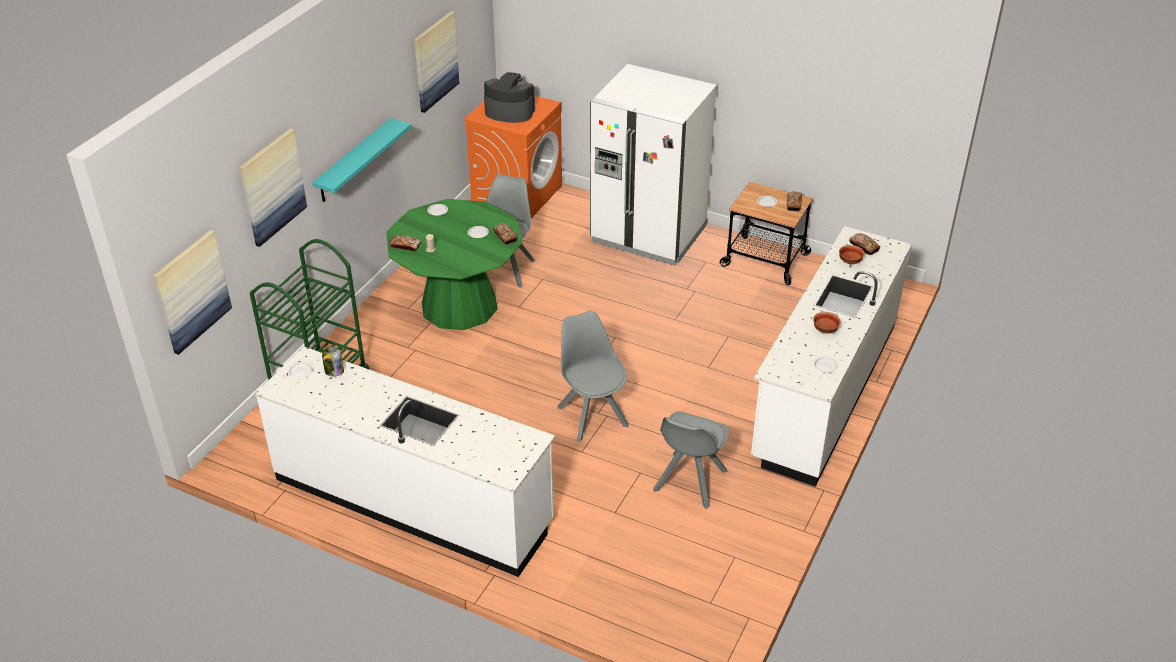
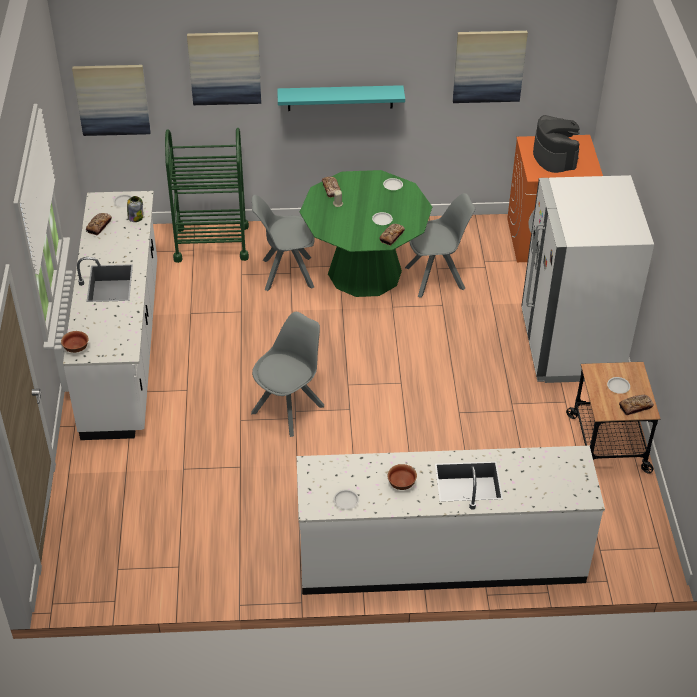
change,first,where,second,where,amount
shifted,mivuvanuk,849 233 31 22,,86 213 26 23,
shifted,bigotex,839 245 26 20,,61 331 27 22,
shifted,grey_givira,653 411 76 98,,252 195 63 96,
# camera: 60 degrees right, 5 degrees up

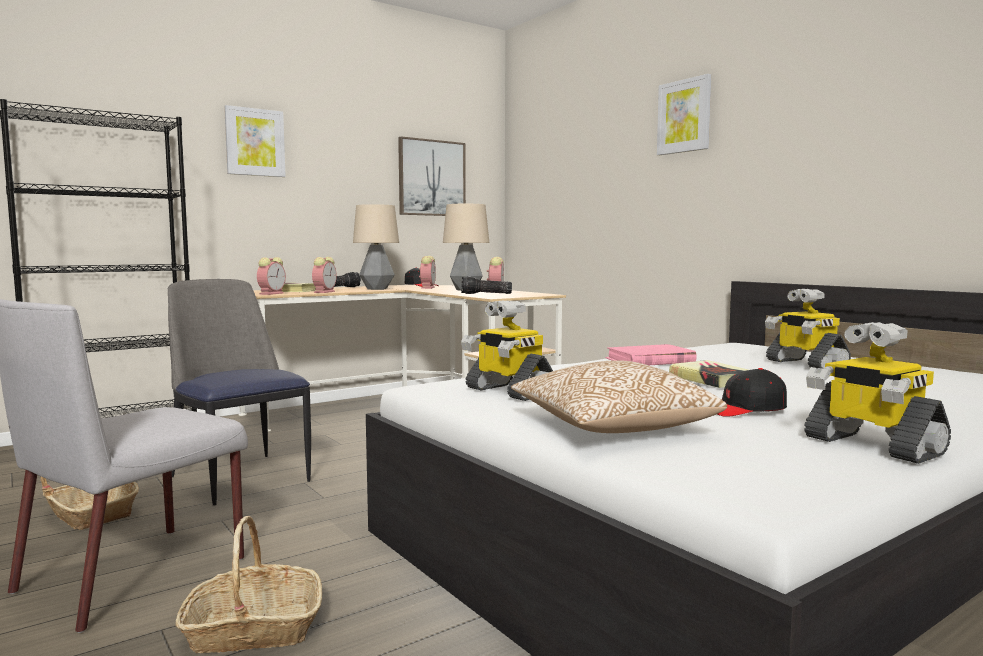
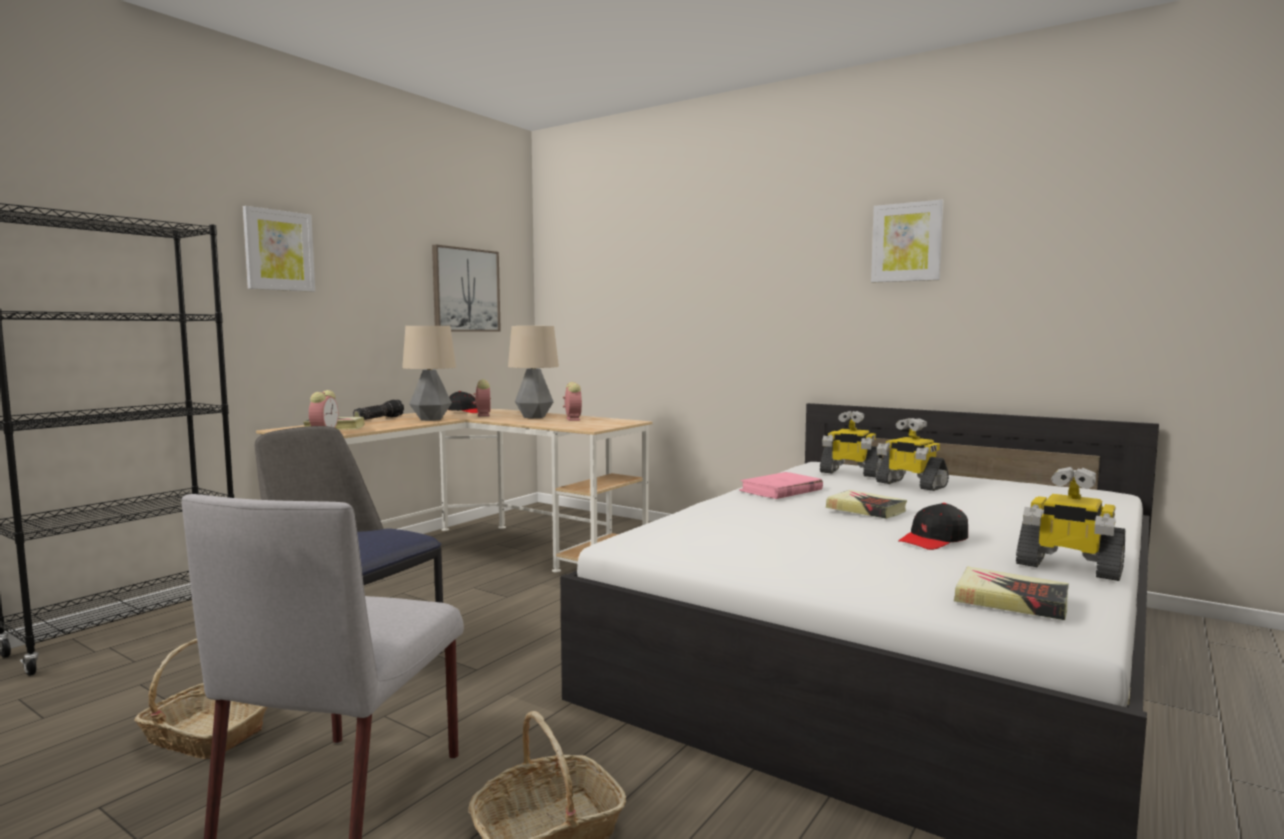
change,first,where,second,where,amount
shifted,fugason,657 74 54 81,,871 200 73 82,
gone,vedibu,312 257 25 36,,,
gone,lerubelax,461 276 51 18,,,
shifted,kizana,461 300 92 101,,820 411 63 66,
gone,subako,511 360 216 73,,,
new,,,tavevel,954 566 115 54,
# camera: 20 degrees left, 0 degrees up

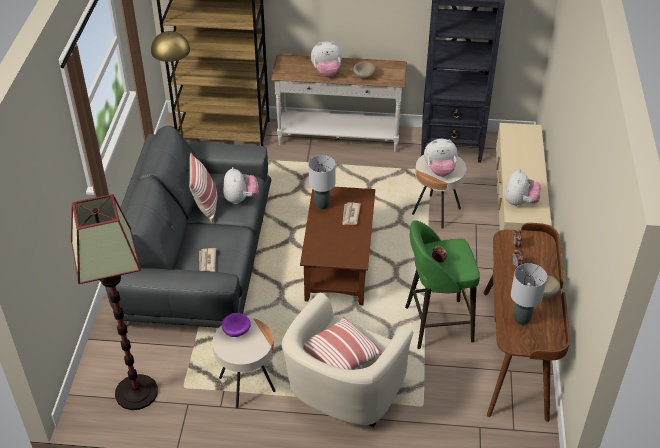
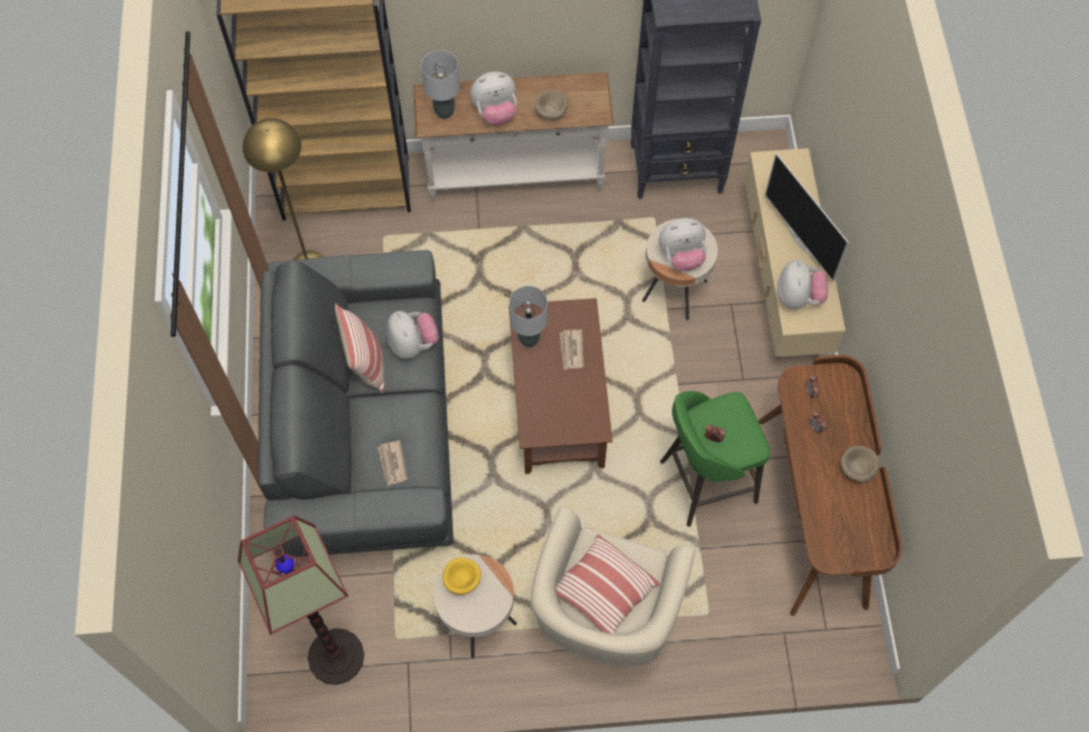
change,first,where,second,where,amount
shifted,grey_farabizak,511 263 36 62,,421 50 39 69,
repainted,purple_bigotex,222 313 29 24,yellow_bigotex,443 557 38 38,
new,,,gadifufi,765 153 84 129,
# camera: 10 degrees left, 20 degrees up

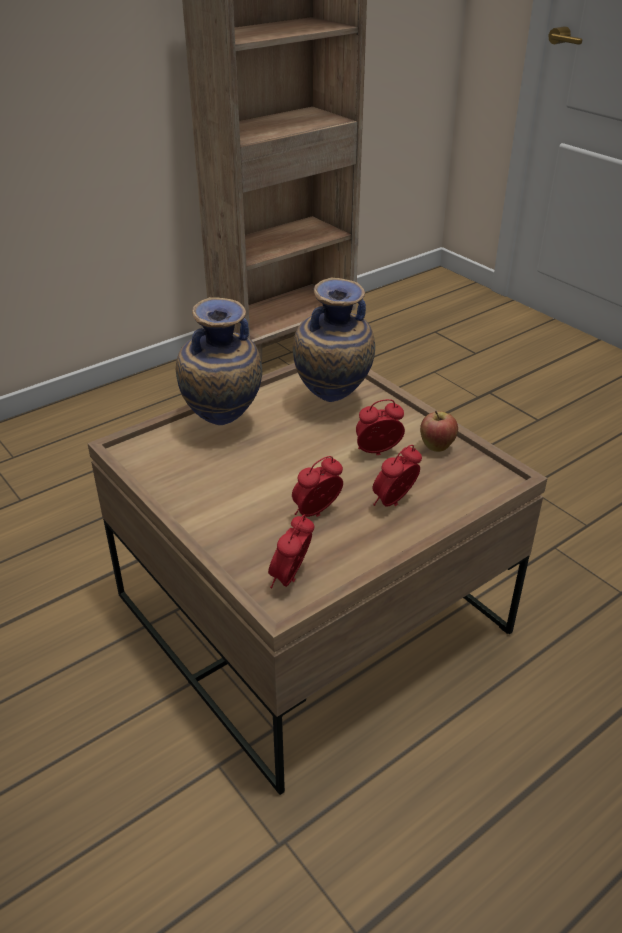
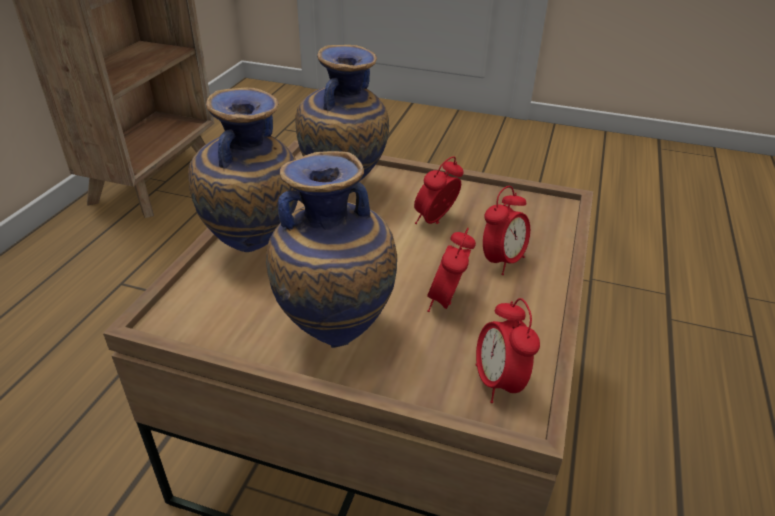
change,first,where,second,where,amount
gone,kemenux,420 411 38 41,,,
rotated,vedibu,372 445 50 62,,483 186 47 89,150 degrees counterclockwise
new,,,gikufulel,266 151 131 197,
# camera: 35 degrees left, 0 degrees up

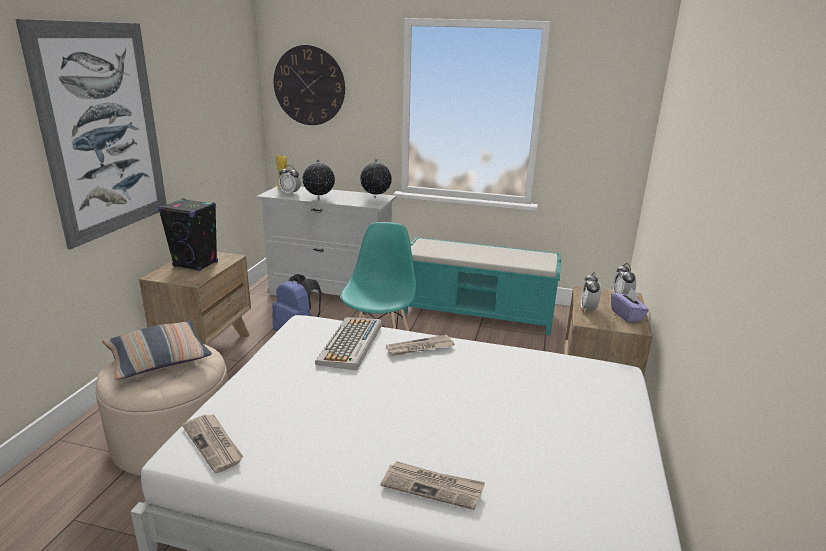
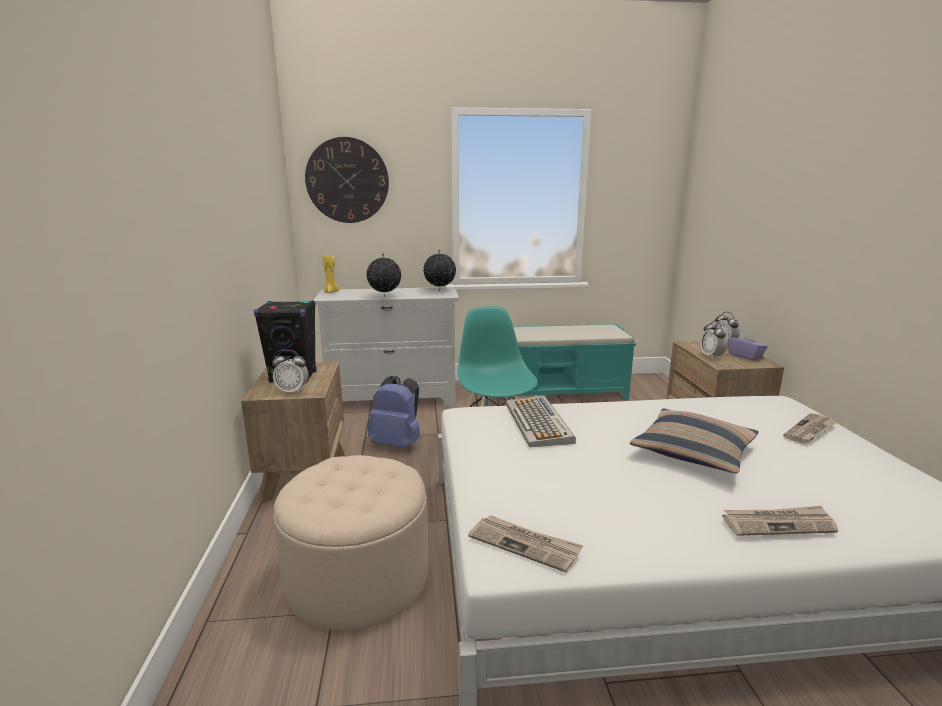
change,first,where,second,where,amount
gone,fugason,15 19 152 230,,,
shifted,vedibu,279 165 22 30,,272 350 36 44,
shifted,subako,103 320 109 60,,630 409 129 64,
shifted,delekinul,386 335 68 21,,783 413 54 31,
# camera: 20 degrees left, 5 degrees down

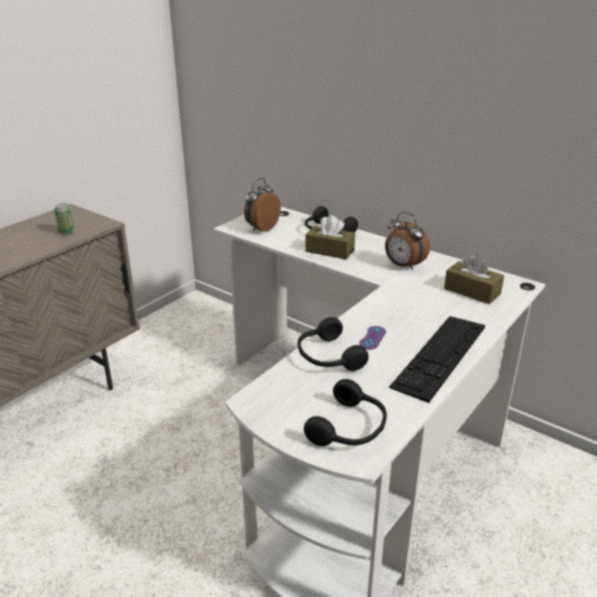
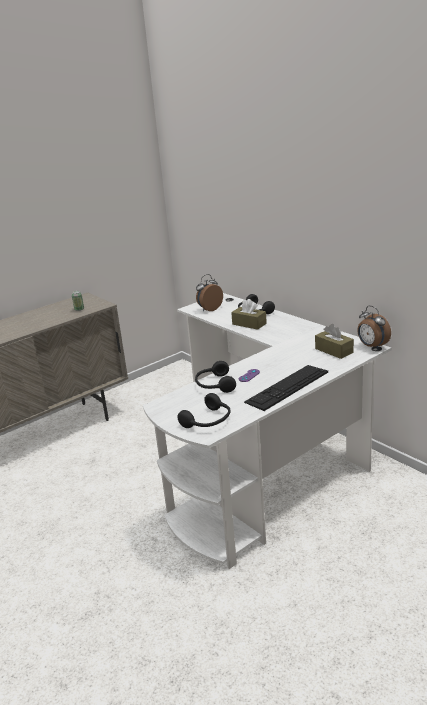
change,first,where,second,where,amount
shifted,vedibu,385 212 45 58,,357 305 34 45,
# camera: 15 degrees right, 5 degrees down

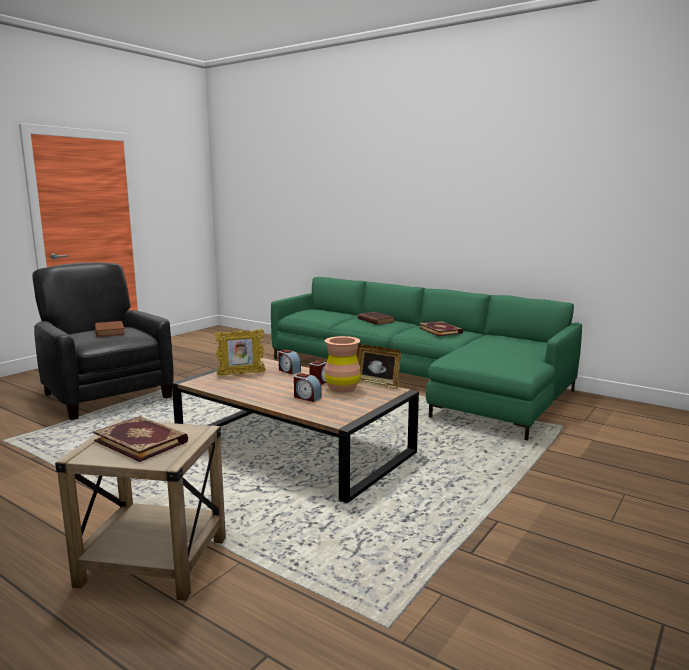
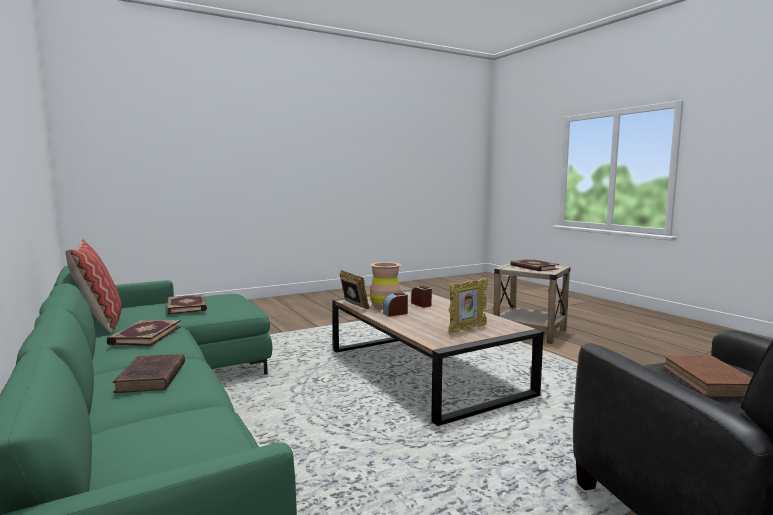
change,first,where,second,where,amount
rotated,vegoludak,215 329 50 47,,448 278 40 56,135 degrees clockwise
gone,vedibu,279 349 22 25,,,
new,,,subako,65 239 57 94,
new,,,tavevel,167 294 40 21,
# camera: 155 degrees left, 5 degrees down

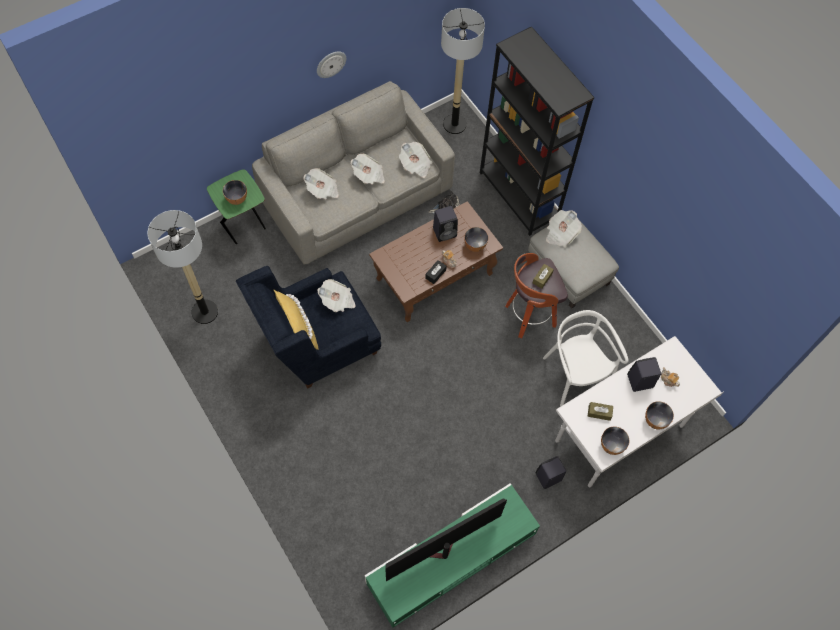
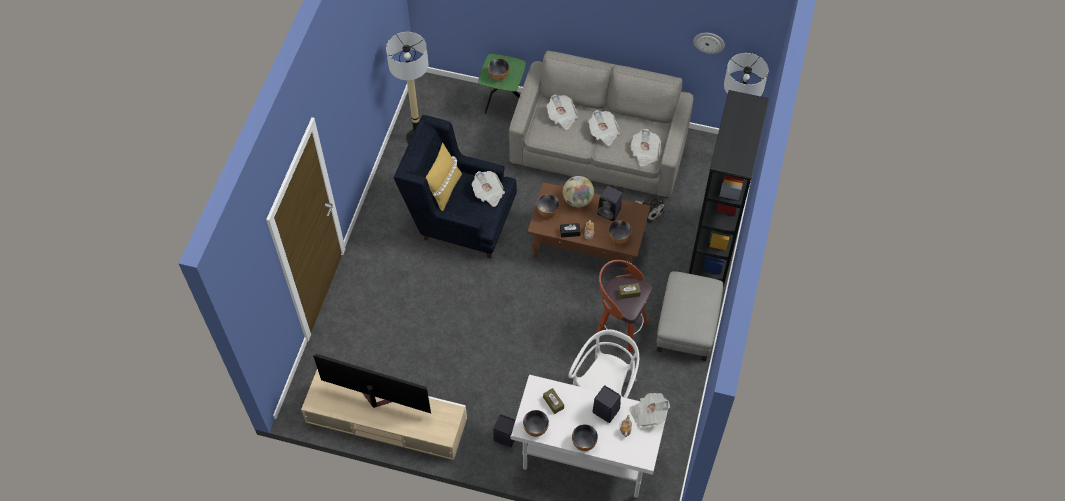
change,first,where,second,where,amount
shifted,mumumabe,317 51 29 27,,693 33 32 21,
shifted,delekinul,546 210 36 37,,629 393 41 34,
repainted,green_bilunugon,365 483 175 144,beige_bilunugon,301 369 166 91,
new,,,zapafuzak,563 176 31 31,
new,,,bigotex,537 194 22 24,
# camera: 50 degrees right, 5 degrees down

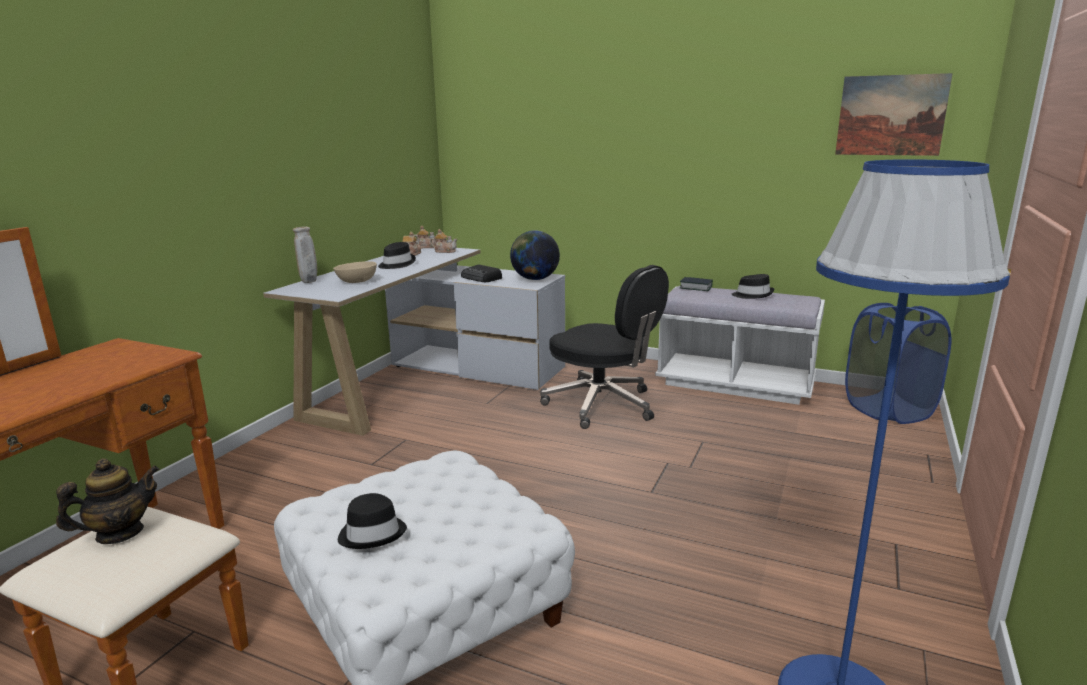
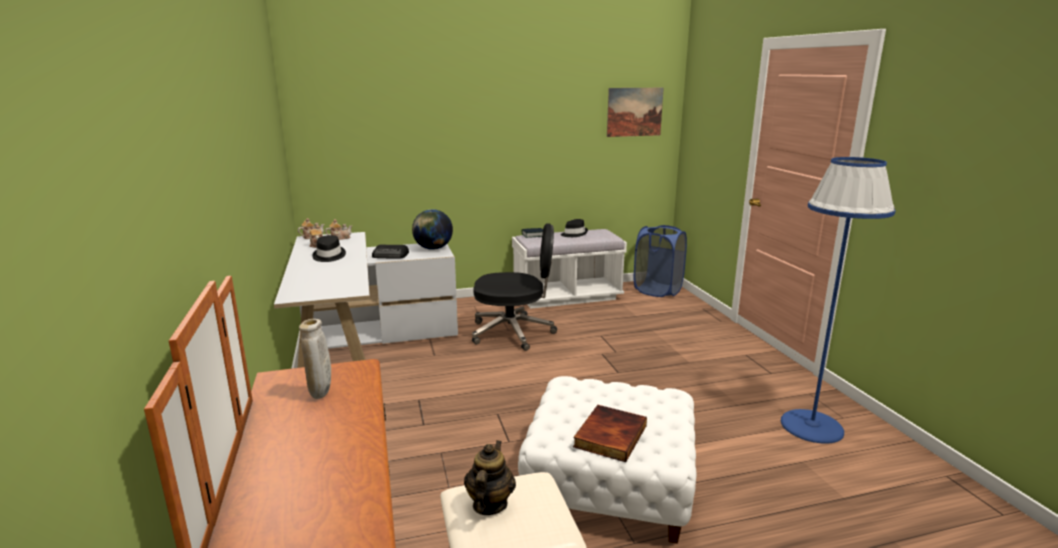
change,first,where,second,where,amount
shifted,beige_gikufulel,293 226 24 57,,299 319 32 80,
gone,beige_bigotex,333 261 44 22,,,
swapped,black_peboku,338 493 69 56,tavevel,573 405 74 57,
# camera: 40 degrees left, 0 degrees up

